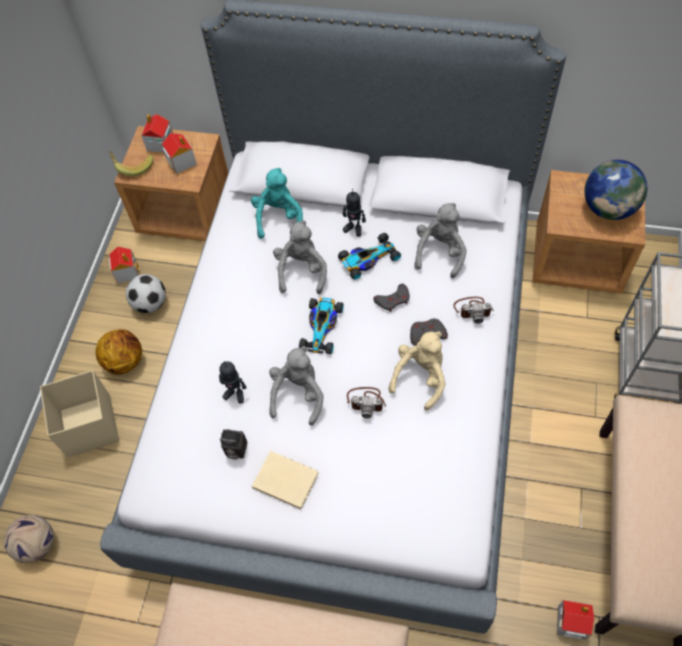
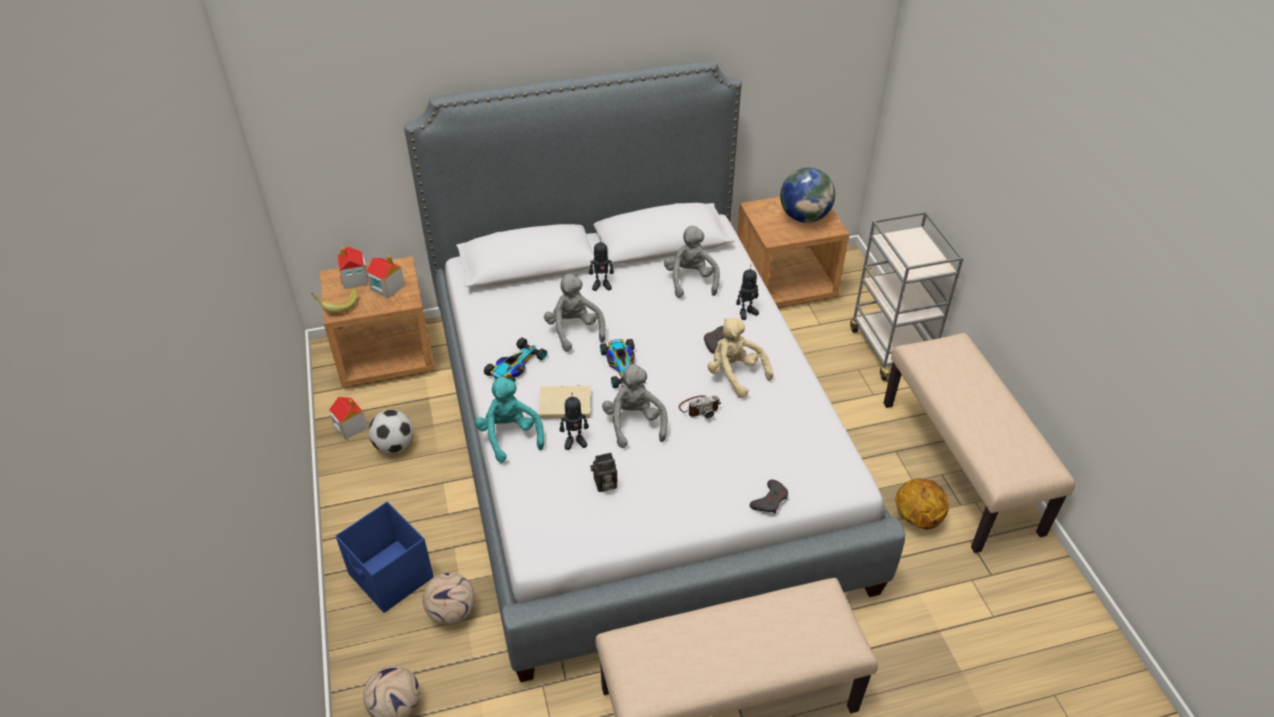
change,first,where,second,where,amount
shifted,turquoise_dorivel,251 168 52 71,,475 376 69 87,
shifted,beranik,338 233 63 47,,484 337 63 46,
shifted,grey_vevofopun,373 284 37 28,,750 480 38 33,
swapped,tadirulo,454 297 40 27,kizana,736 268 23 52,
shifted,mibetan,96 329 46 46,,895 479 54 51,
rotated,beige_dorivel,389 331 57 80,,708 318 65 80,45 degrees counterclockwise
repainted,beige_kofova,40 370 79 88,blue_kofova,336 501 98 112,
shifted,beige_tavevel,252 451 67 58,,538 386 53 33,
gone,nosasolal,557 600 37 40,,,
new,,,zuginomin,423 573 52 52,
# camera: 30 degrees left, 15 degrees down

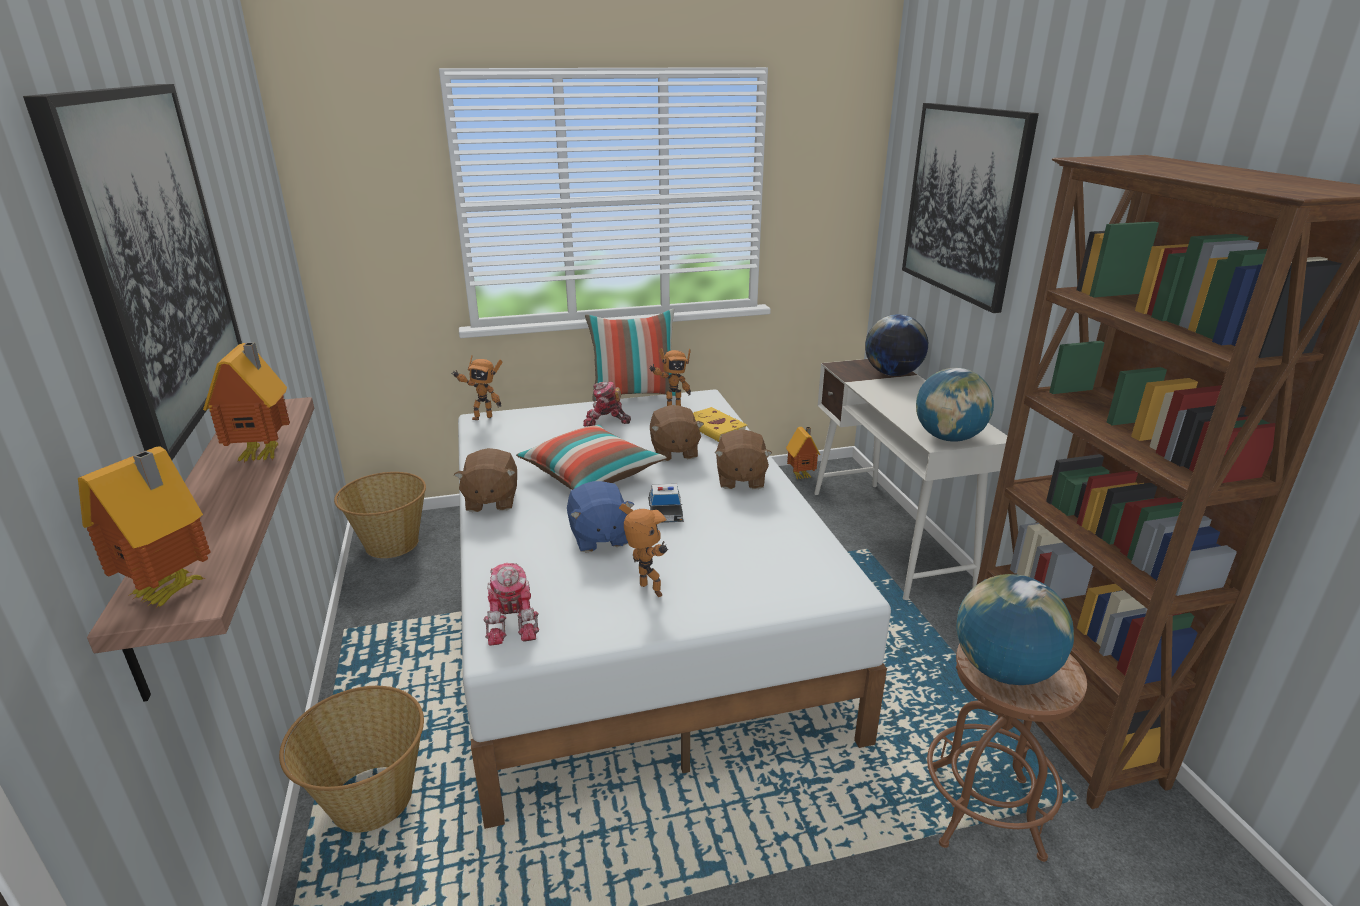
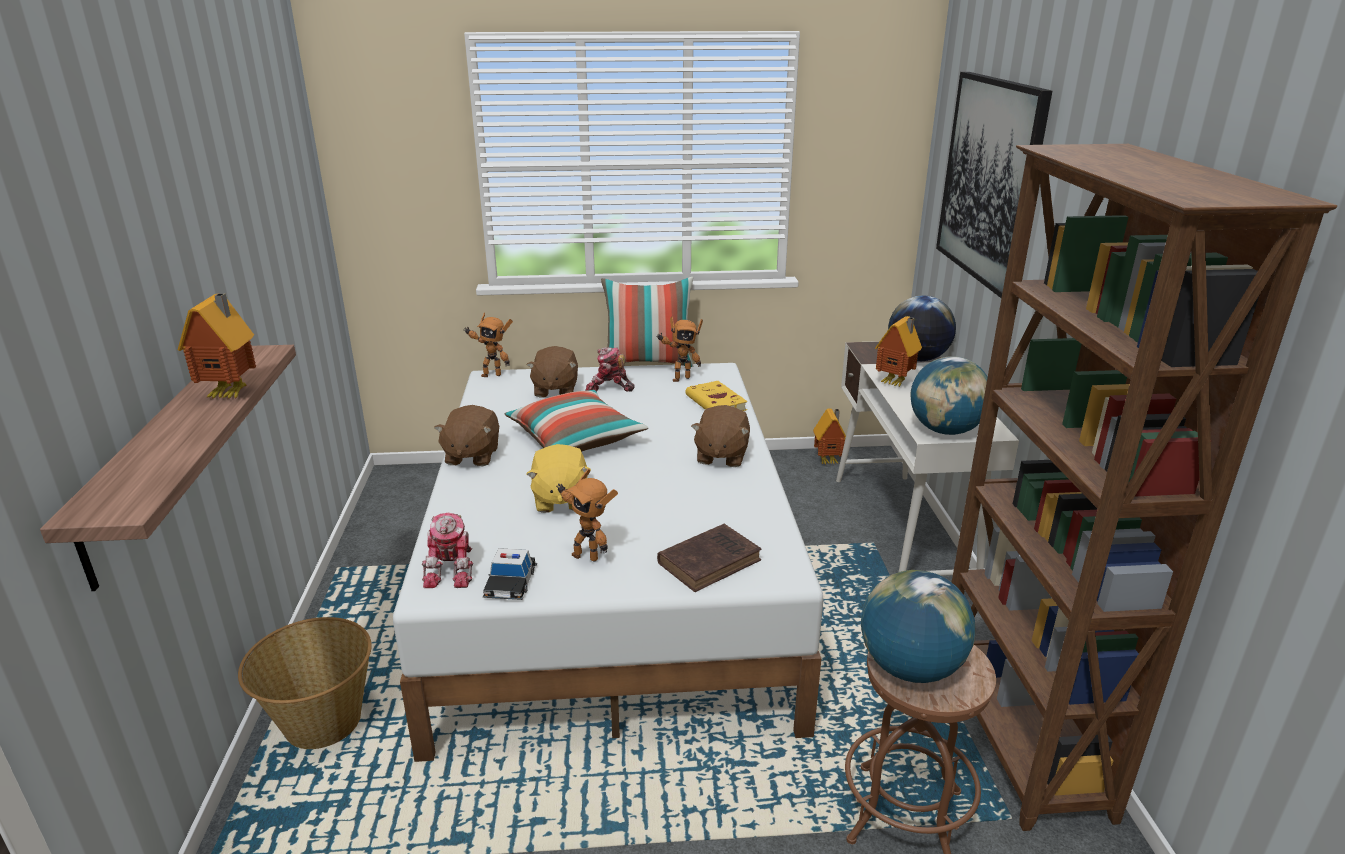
change,first,where,second,where,amount
gone,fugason,23 84 219 376,,,
shifted,brown_dorivel,650 405 54 56,,527 346 51 51,
shifted,nosasolal,78 446 132 163,,875 316 47 71,
gone,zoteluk,334 472 92 86,,,
repainted,blue_dorivel,567 481 67 71,yellow_dorivel,526 444 65 69,
shifted,beranik,648 484 36 39,,483 548 54 52,
rotated,kizana,619 503 49 94,,556 469 62 93,150 degrees clockwise
new,,,brown_tavevel,657 524 105 68,
# camera: 10 degrees right, 0 degrees up

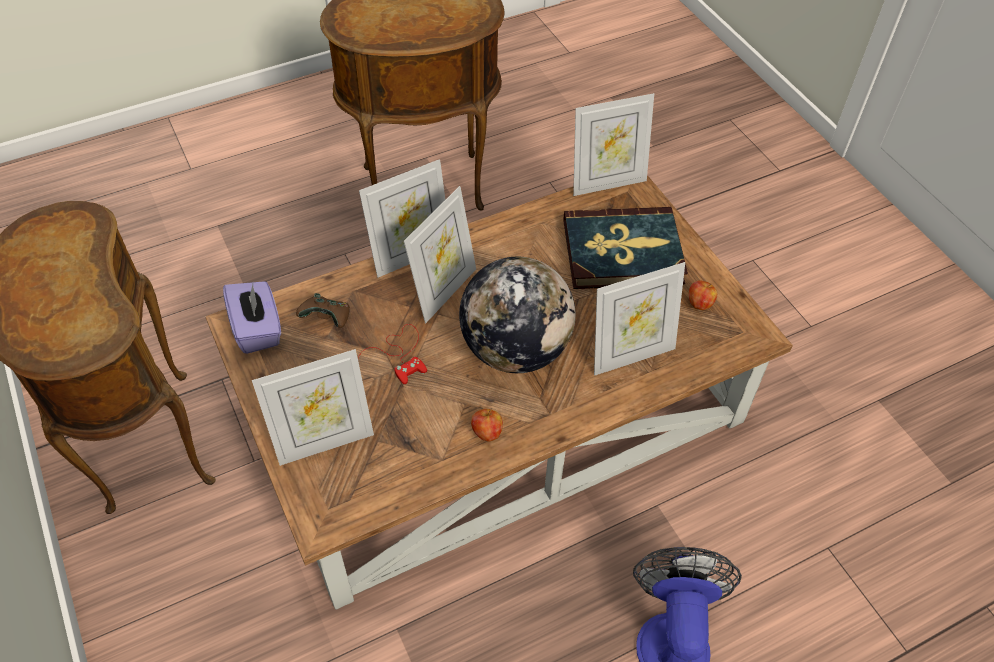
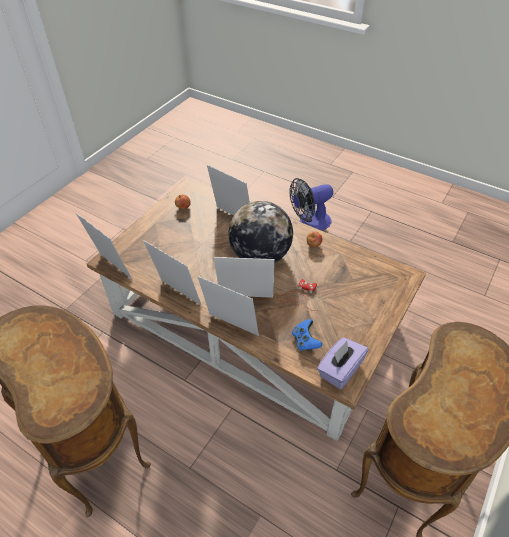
change,first,where,second,where,amount
gone,tavevel,563 207 125 82,,,
repainted,brown_vevofopun,296 293 54 35,blue_vevofopun,292 319 30 31,
shifted,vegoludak,252 349 122 117,,143 240 58 65,
# camera: 120 degrees left, 5 degrees down

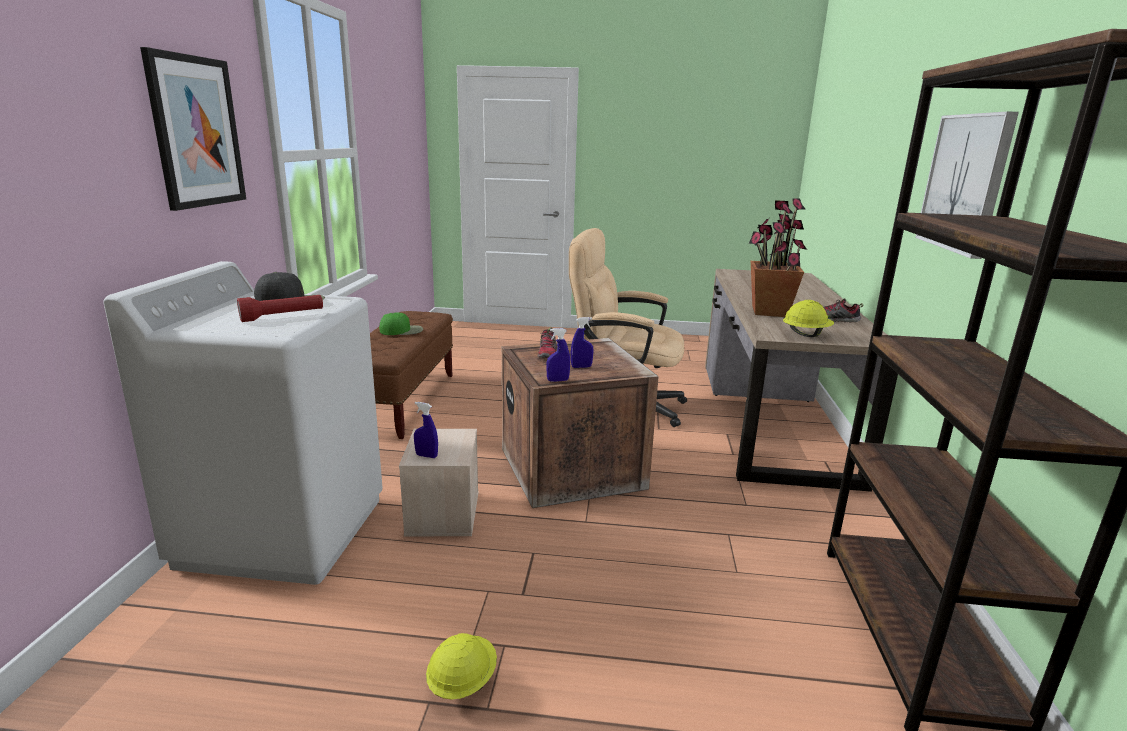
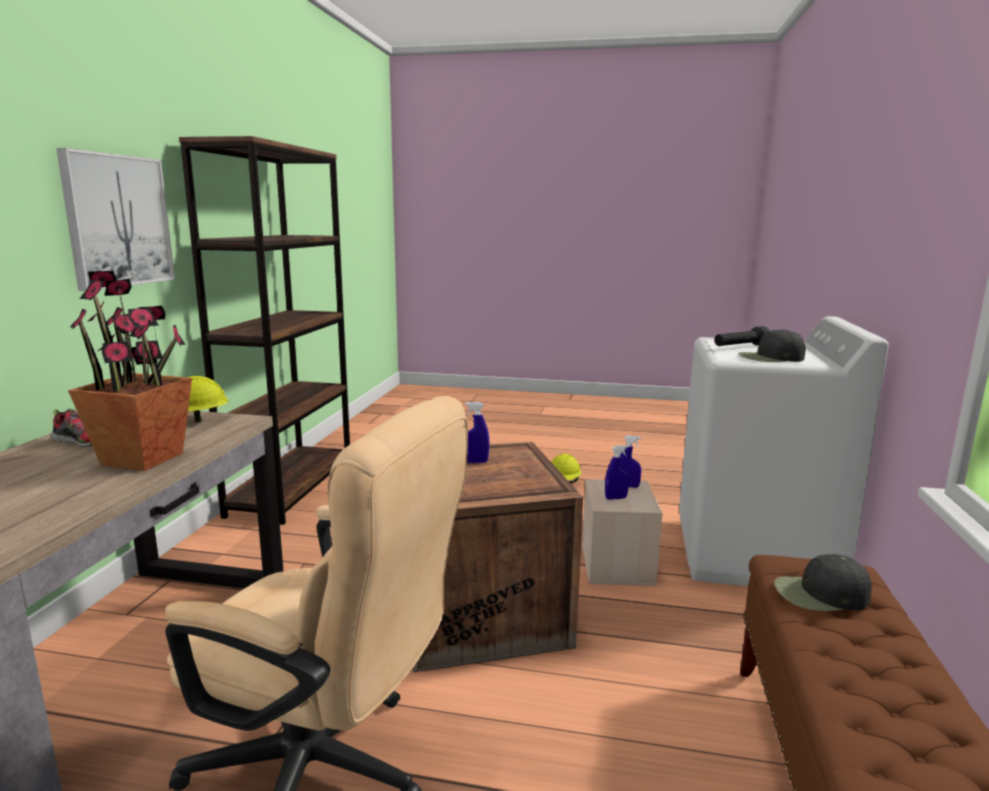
change,first,where,second,where,amount
gone,fugason,140 47 106 164,,,
repainted,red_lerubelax,237 295 86 27,black_lerubelax,714 326 56 20,
gone,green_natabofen,379 312 44 23,,,
gone,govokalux,538 327 19 31,,,
shifted,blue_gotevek,546 328 24 54,,605 445 24 55,
new,,,black_natabofen,774 554 98 57,
# camera: 175 degrees left, 5 degrees down

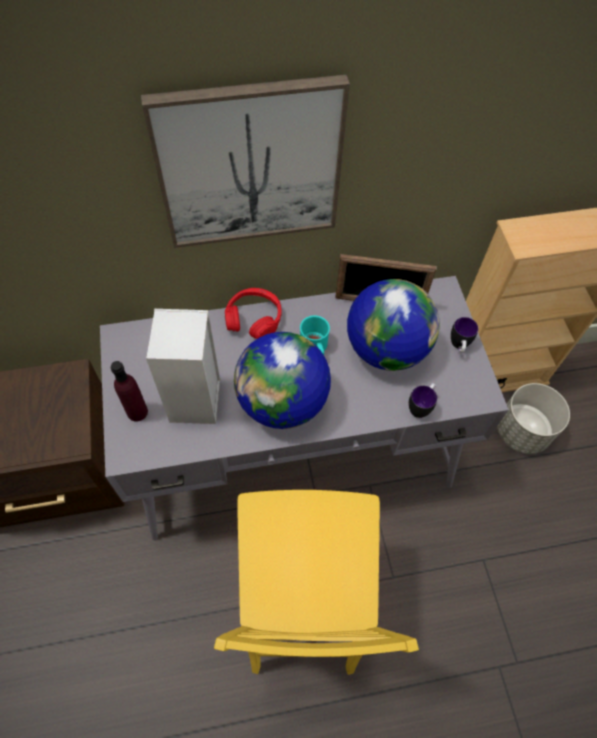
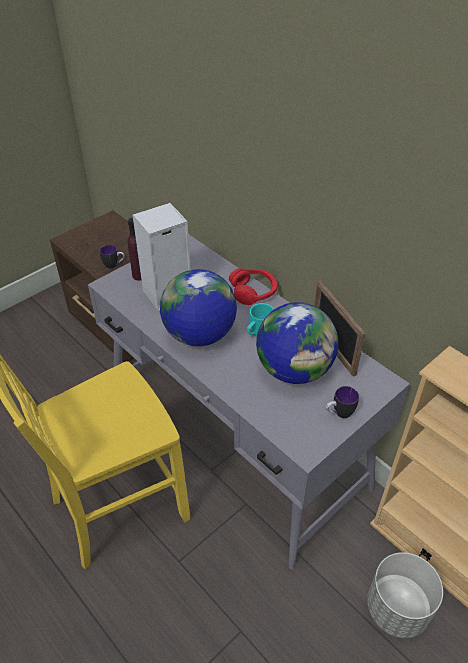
change,first,where,second,where,amount
gone,fugason,141 75 209 173,,,
shifted,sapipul,409 383 28 35,,100 245 25 24,
# camera: 60 degrees right, 15 degrees down

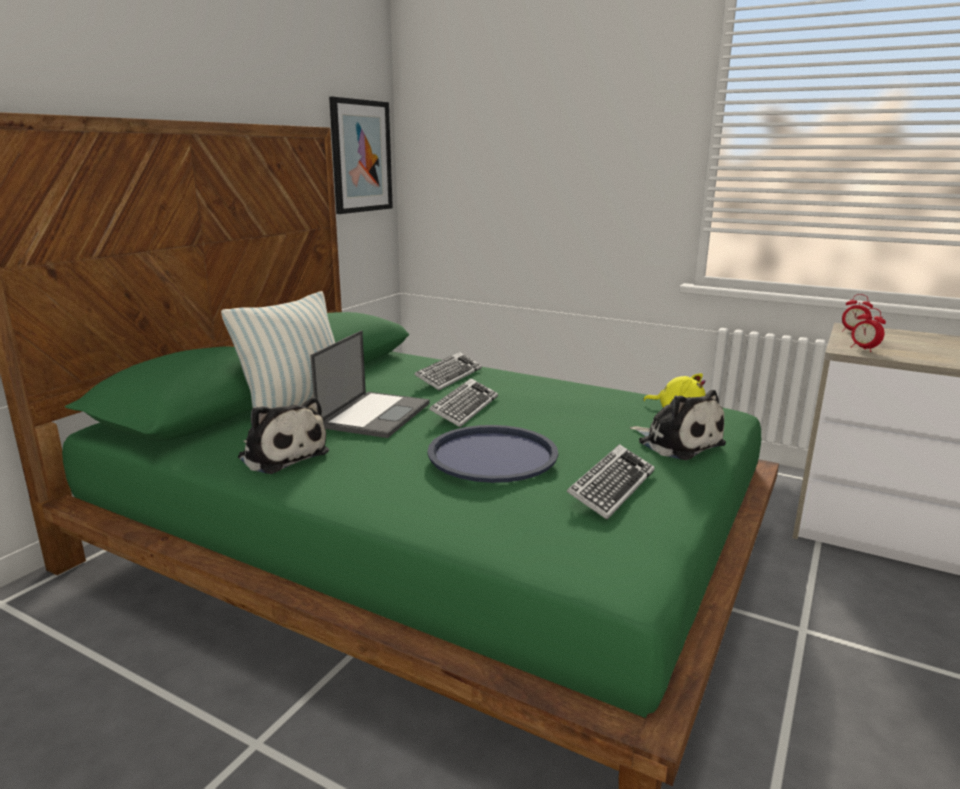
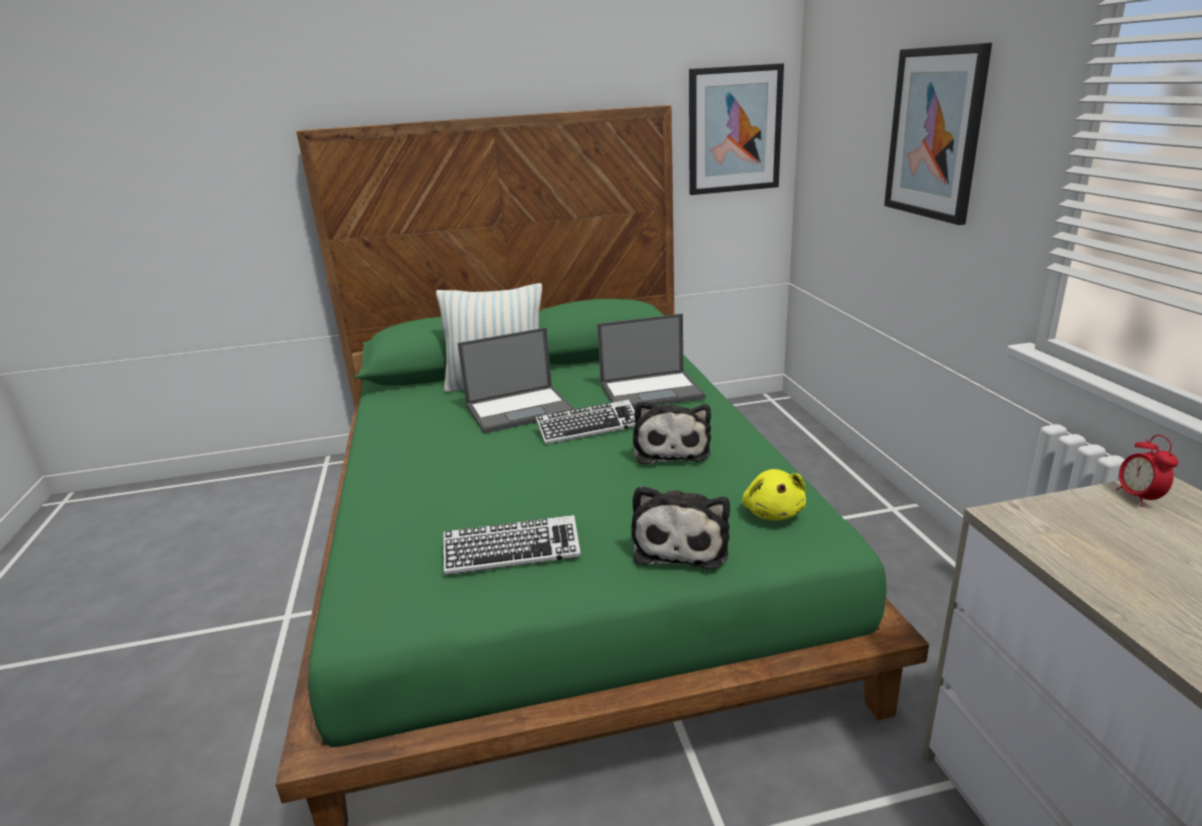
change,first,where,second,where,amount
gone,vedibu,851 308 35 44,,,
swapped,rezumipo,414 352 68 39,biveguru,597 313 109 96,
shifted,dorivel,238 397 91 77,,633 401 78 63,
gone,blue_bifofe,427 425 131 58,,,
new,,,fugason,884 43 108 182,
# camera: 50 degrees right, 5 degrees up

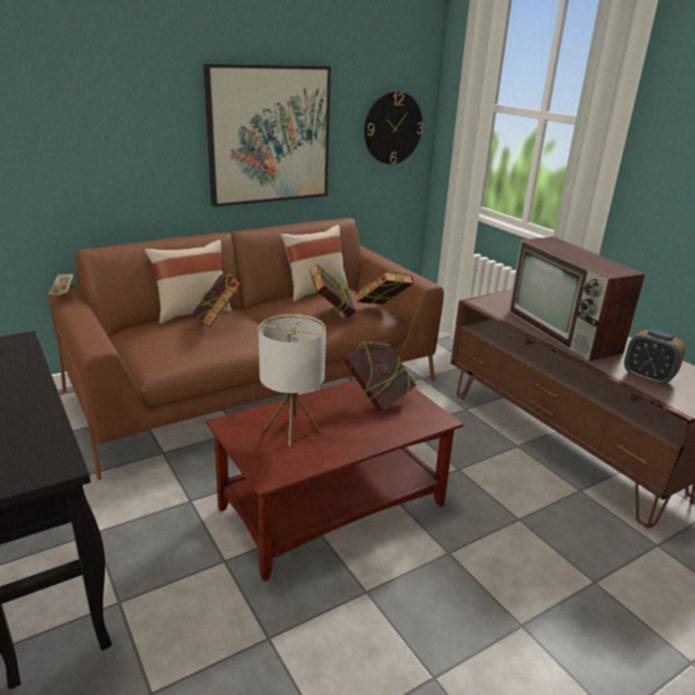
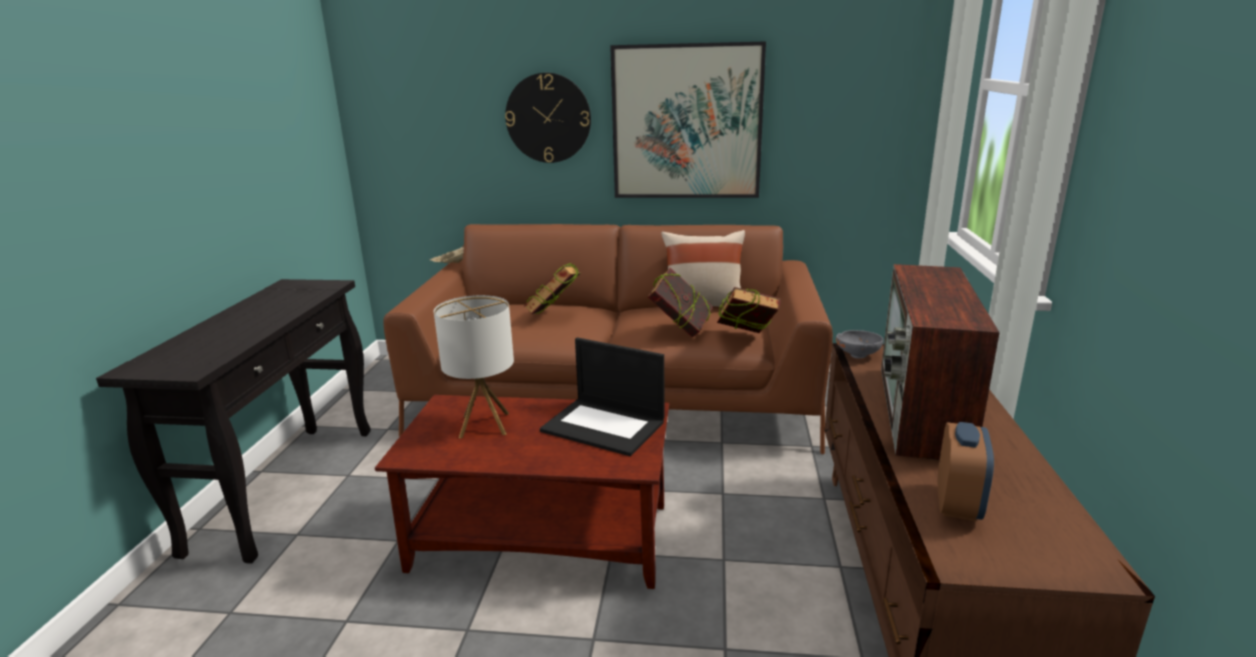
change,first,where,second,where,amount
shifted,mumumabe,364 91 59 73,,505 73 86 90,
gone,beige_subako,145 240 86 84,,,
rotated,vedibu,624 329 61 57,,938 422 56 99,150 degrees counterclockwise
swapped,tavevel,343 335 74 78,biveguru,540 338 125 118,
new,,,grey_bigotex,836 330 47 29,
# camera: 40 degrees right, 5 degrees down

